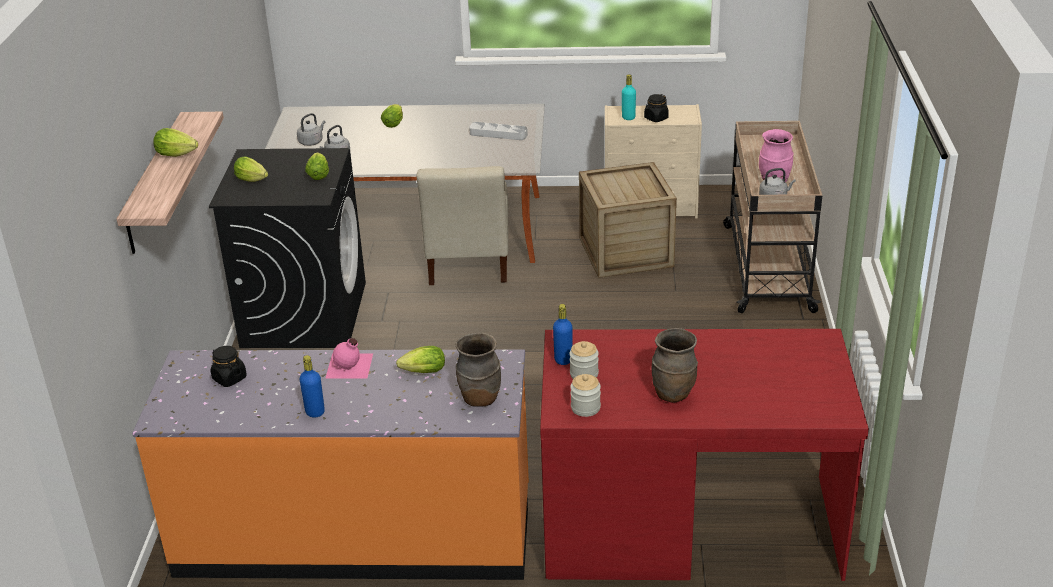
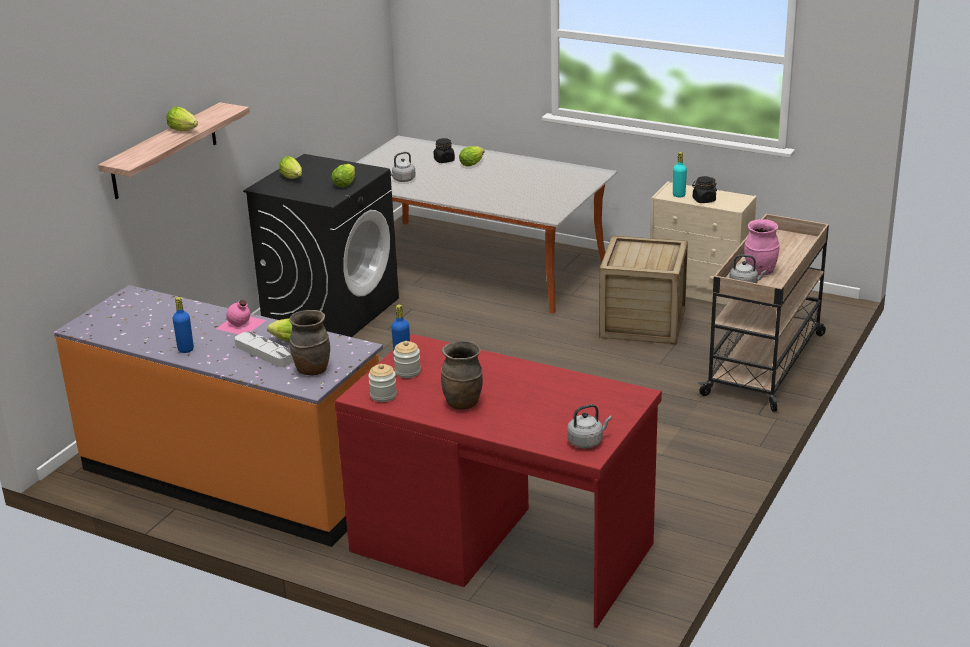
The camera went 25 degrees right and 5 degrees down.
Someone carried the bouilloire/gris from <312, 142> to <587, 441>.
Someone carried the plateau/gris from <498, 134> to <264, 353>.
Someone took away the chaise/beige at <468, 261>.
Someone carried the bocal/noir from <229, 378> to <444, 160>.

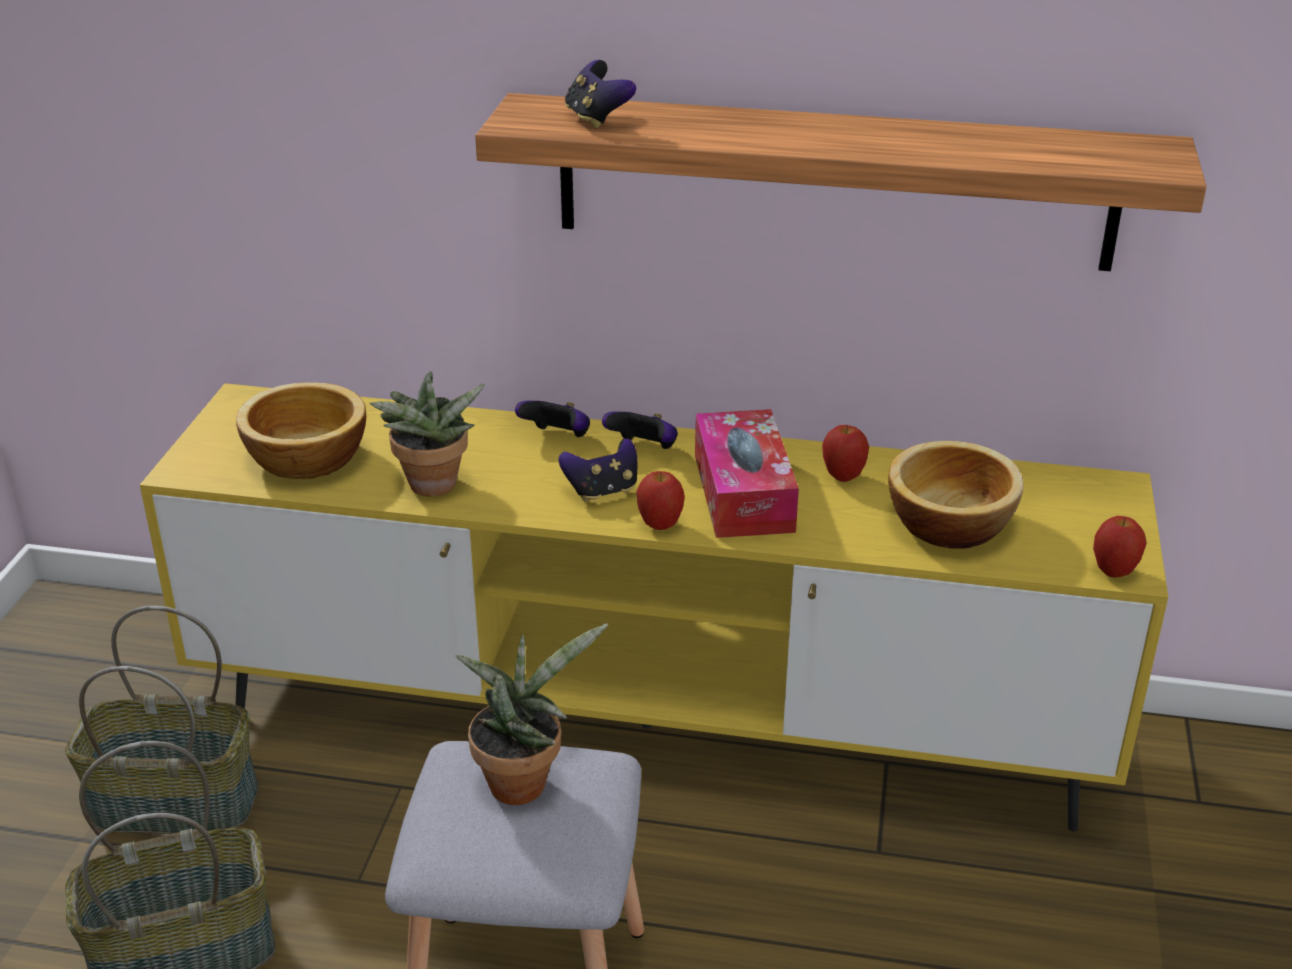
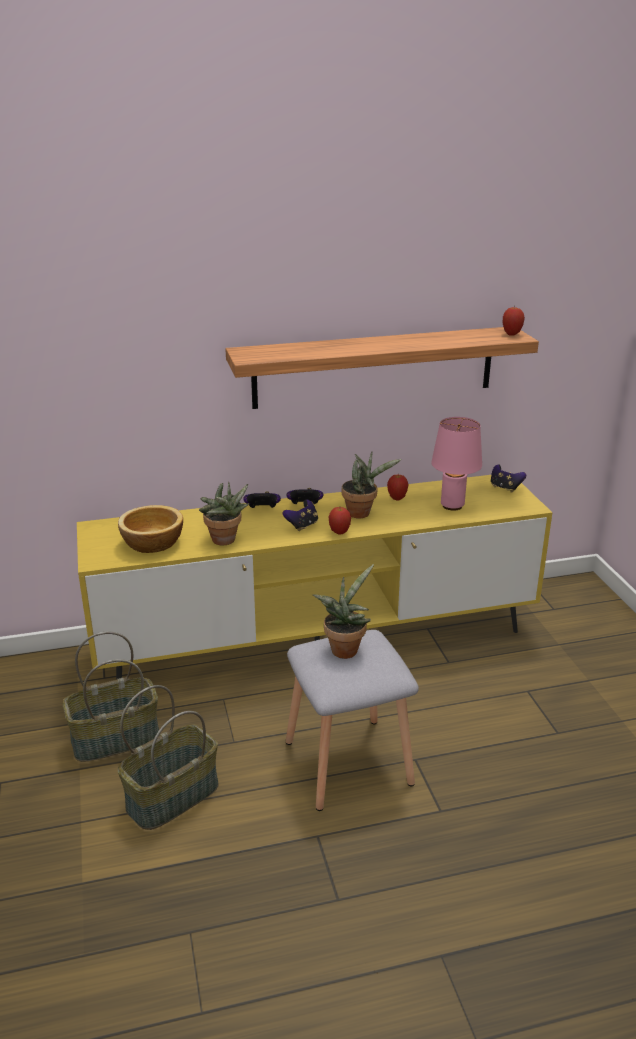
The camera went 25 degrees left and 5 degrees down.
Someone carried the manette from <597, 119> to <505, 488>.
Someone swapped the boîte à mouchoirs at <743, 492> for the plante en pot at <362, 513>.
Someone swapped the bol at <949, 522> for the lampe de table/rose at <452, 505>.
Someone carried the pomme from <1114, 572> to <511, 334>.

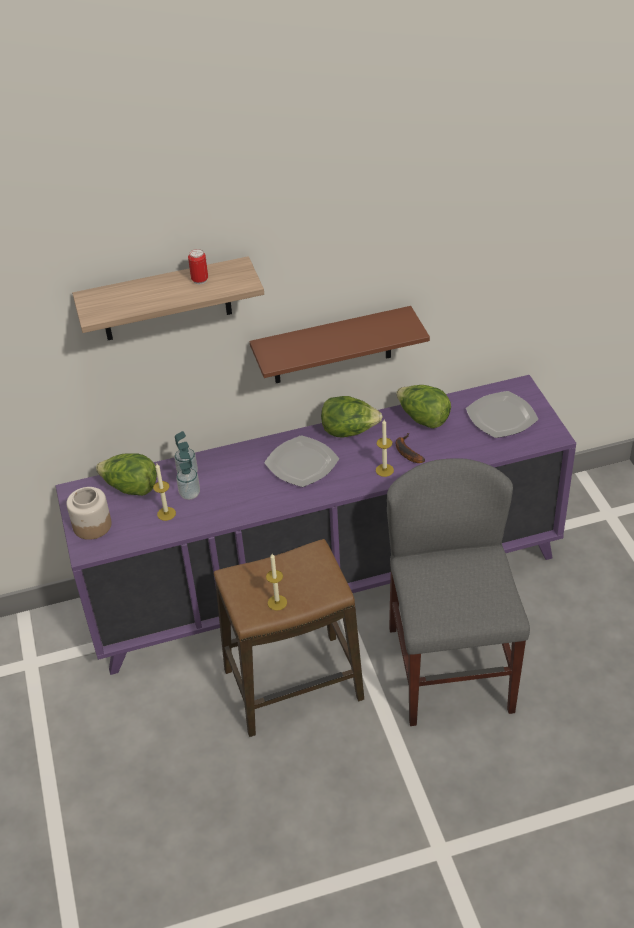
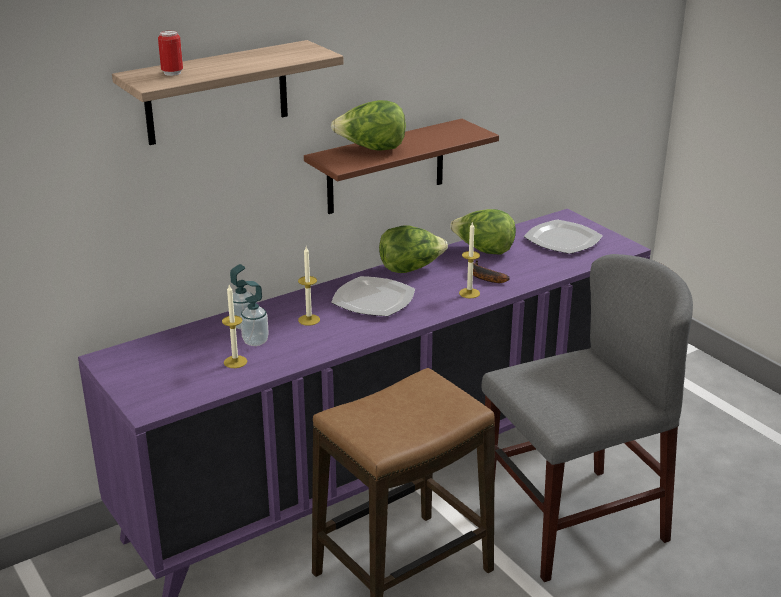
The camera went 20 degrees left and 15 degrees down.
Someone carried the boîte métallique from <200, 280> to <172, 73>.
Someone carried the laitue from <131, 488> to <371, 149>.
Someone rotated the chaise/gris at <450, 669> by 90 degrees clockwise.
Someone took away the bocal at <92, 525>.
Someone carried the bougie from <277, 602> to <309, 320>.

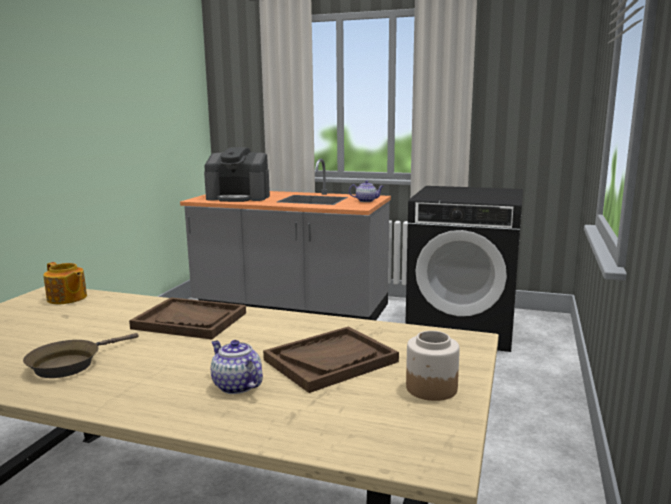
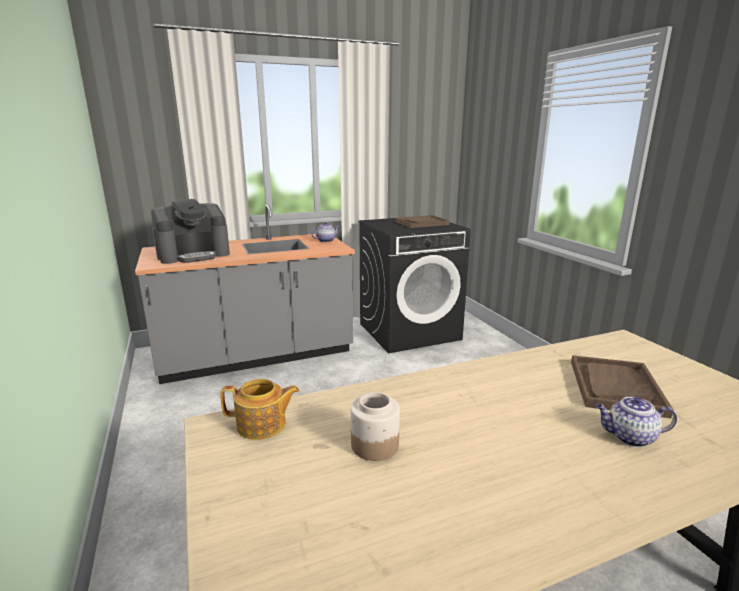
The camera went 40 degrees left and 5 degrees up.
Someone carried the plateau/marron from <190, 321> to <422, 223>.
Someone carried the bocal from <430, 388> to <374, 445>.
Someone took away the poêle/marron at <70, 364>.

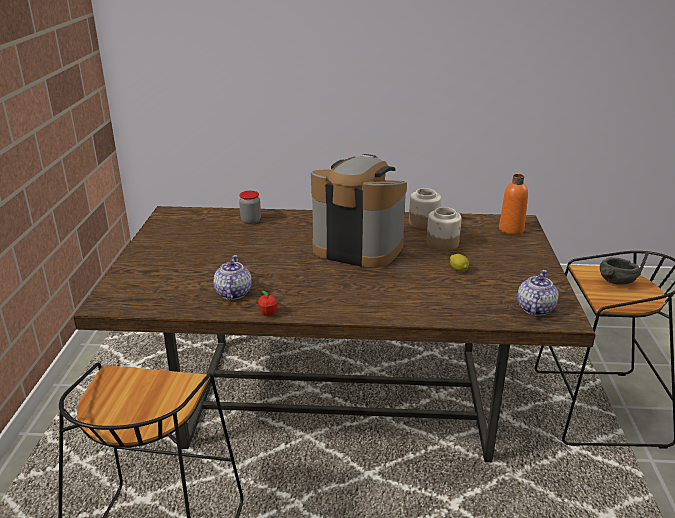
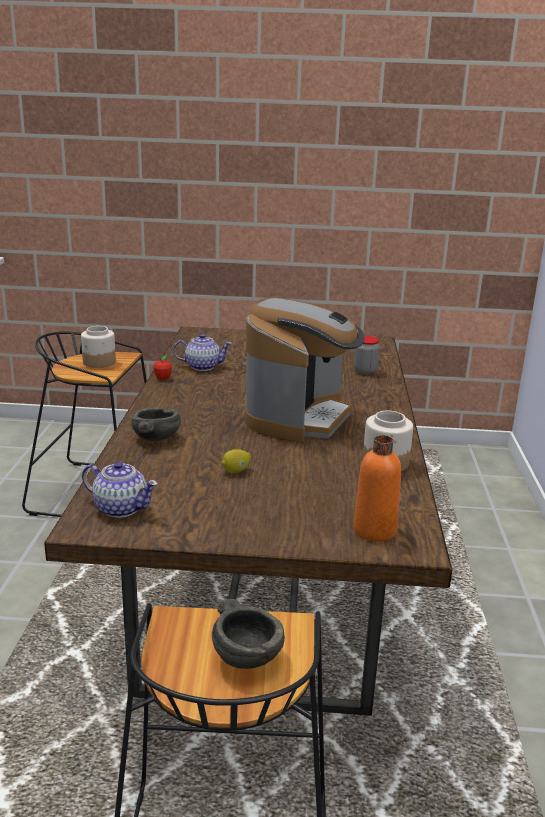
The camera went 90 degrees right and 5 degrees down.
Someone carried the bocal from <443, 243> to <99, 362>.
Someone put down the bol/gris at <155, 438>.

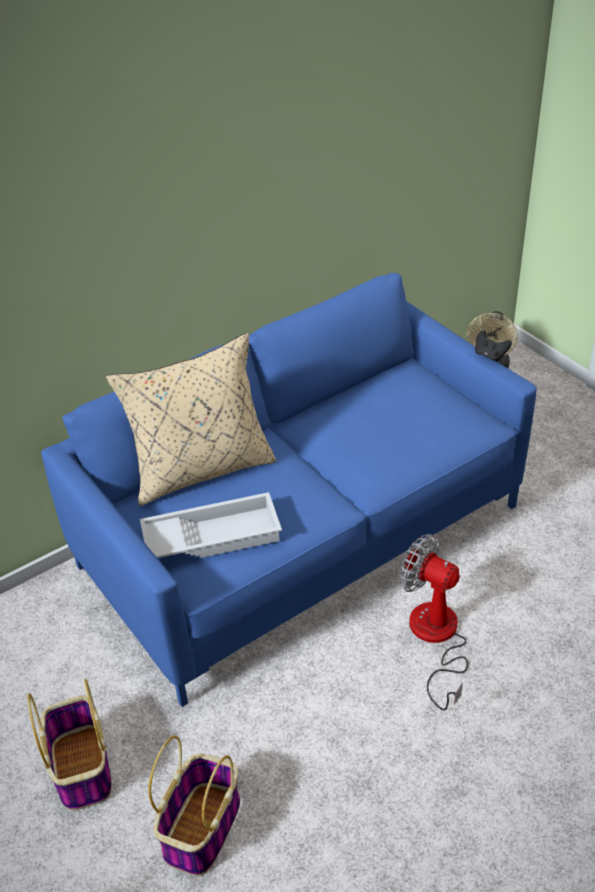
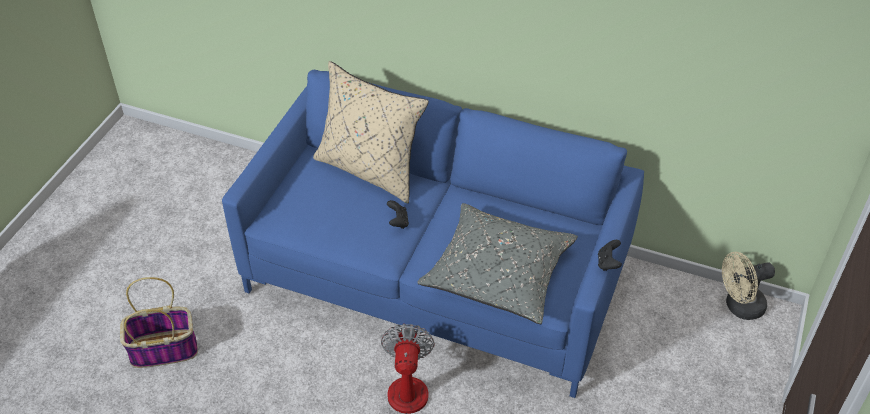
The camera went 55 degrees right and 5 degrees up.
Someone took away the plateau/blanc at <212, 535>.
Someone took away the panier at <81, 767>.
Someone put down the manette/noir at <398, 222>.
Someone put down the coussin/gris at <498, 274>.

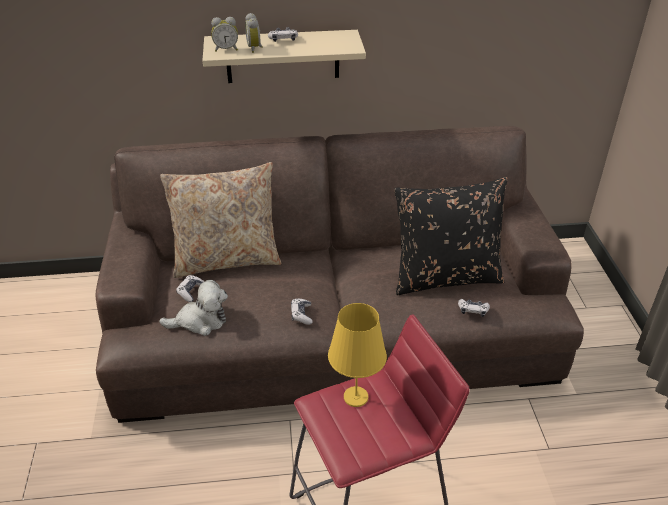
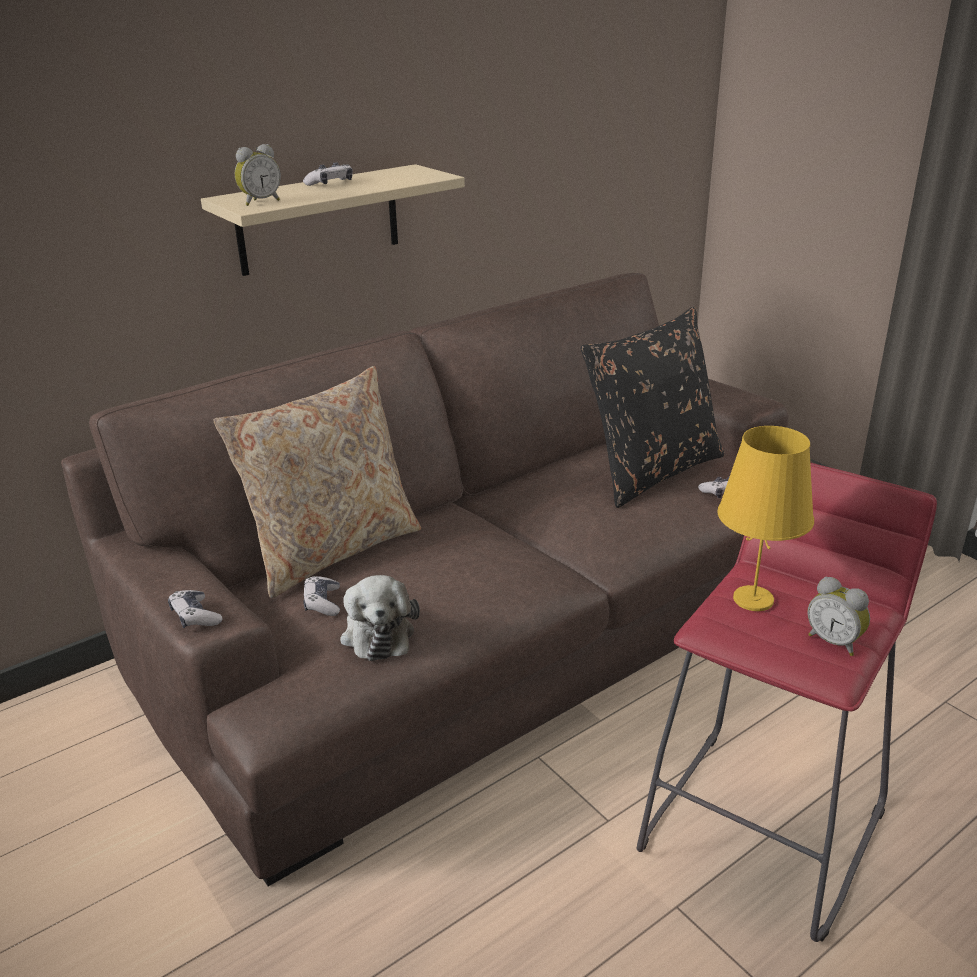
The camera went 30 degrees left and 10 degrees down.
Someone carried the réveil from <255, 48> to <834, 641>.
Someone rotated the peluche at <200, 321> by 120 degrees clockwise.
Someone carried the manette from <301, 315> to <195, 616>.

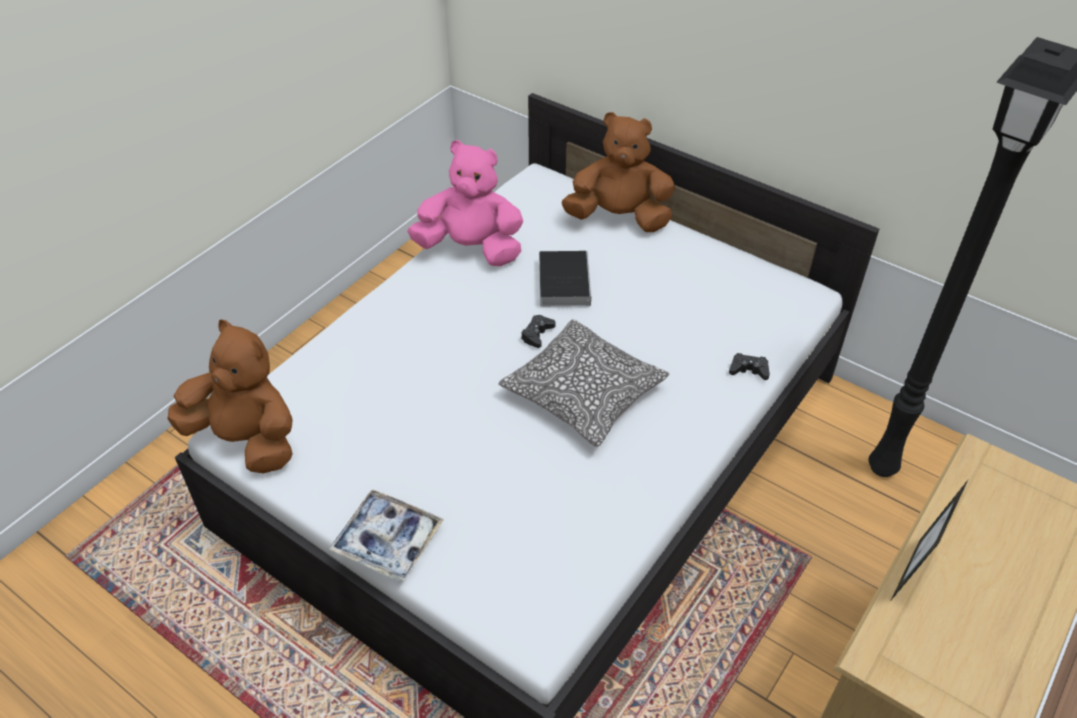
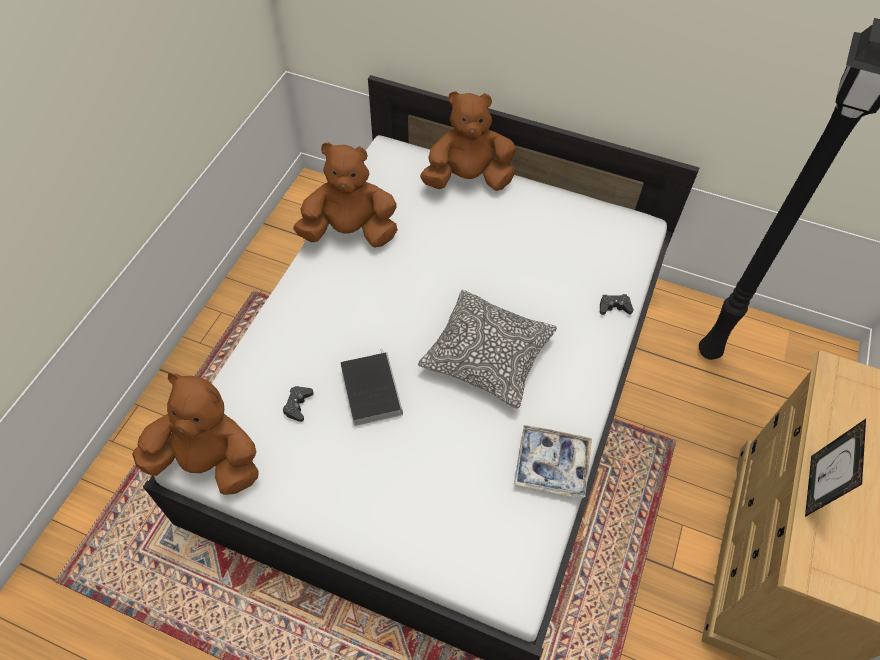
The camera went 15 degrees left and 10 degrees up.
Someone repainted the peluche/rose at <471, 249>, which became the peluche/marron at <350, 232>.
Someone carried the livre from <563, 281> to <370, 389>.
Someone carried the manette/noir from <537, 334> to <298, 405>.
Someone carried the plateau from <388, 540> to <551, 465>.

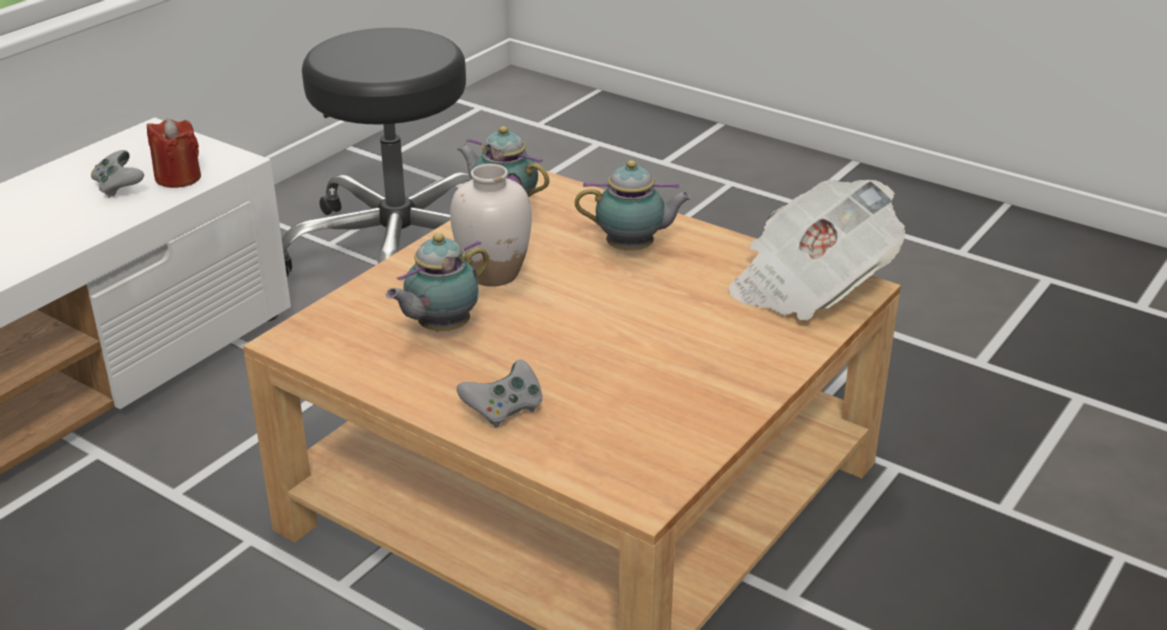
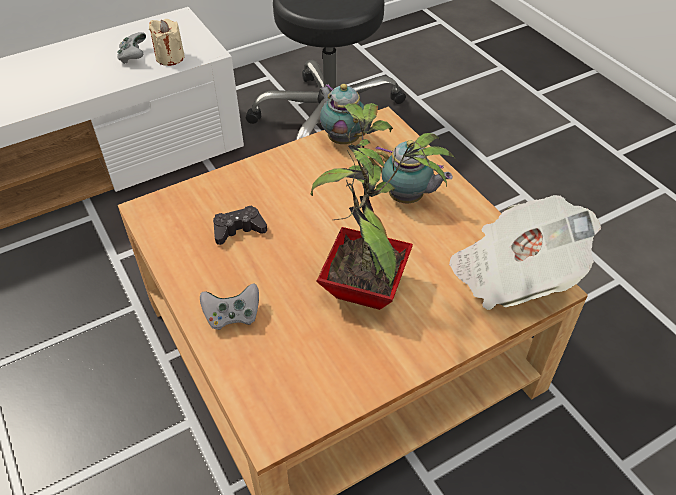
The camera went 25 degrees right and 15 degrees up.
Someone repainted the bougie/rouge at <178, 178>, which became the bougie/beige at <170, 58>.
Someone took away the vase/blanc at <493, 273>.
Someone swapped the théière at <440, 328> for the manette/noir at <238, 229>.
Someone put down the plante en pot at <369, 289>.

